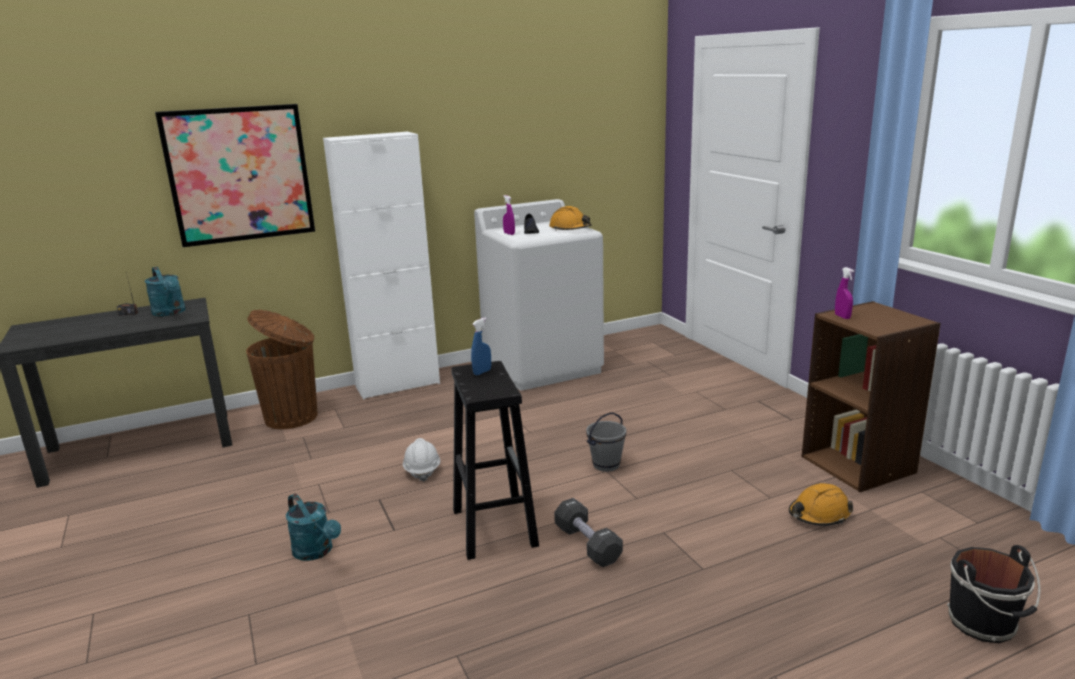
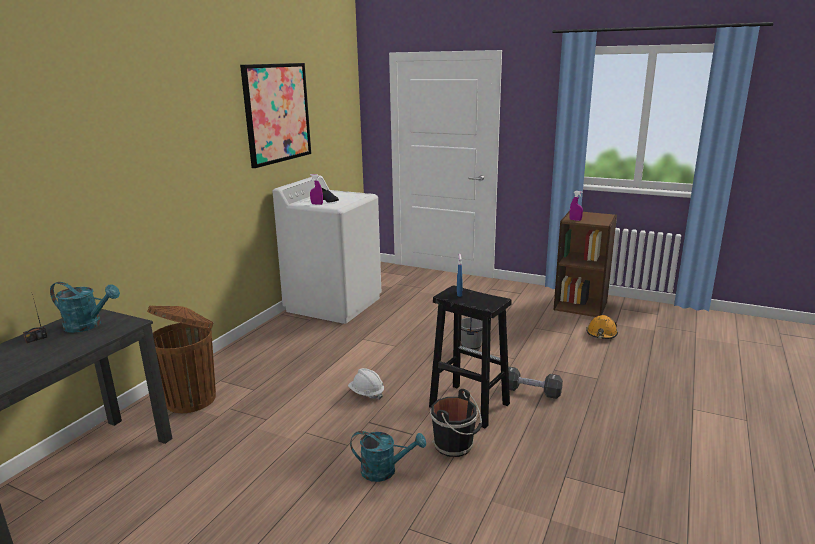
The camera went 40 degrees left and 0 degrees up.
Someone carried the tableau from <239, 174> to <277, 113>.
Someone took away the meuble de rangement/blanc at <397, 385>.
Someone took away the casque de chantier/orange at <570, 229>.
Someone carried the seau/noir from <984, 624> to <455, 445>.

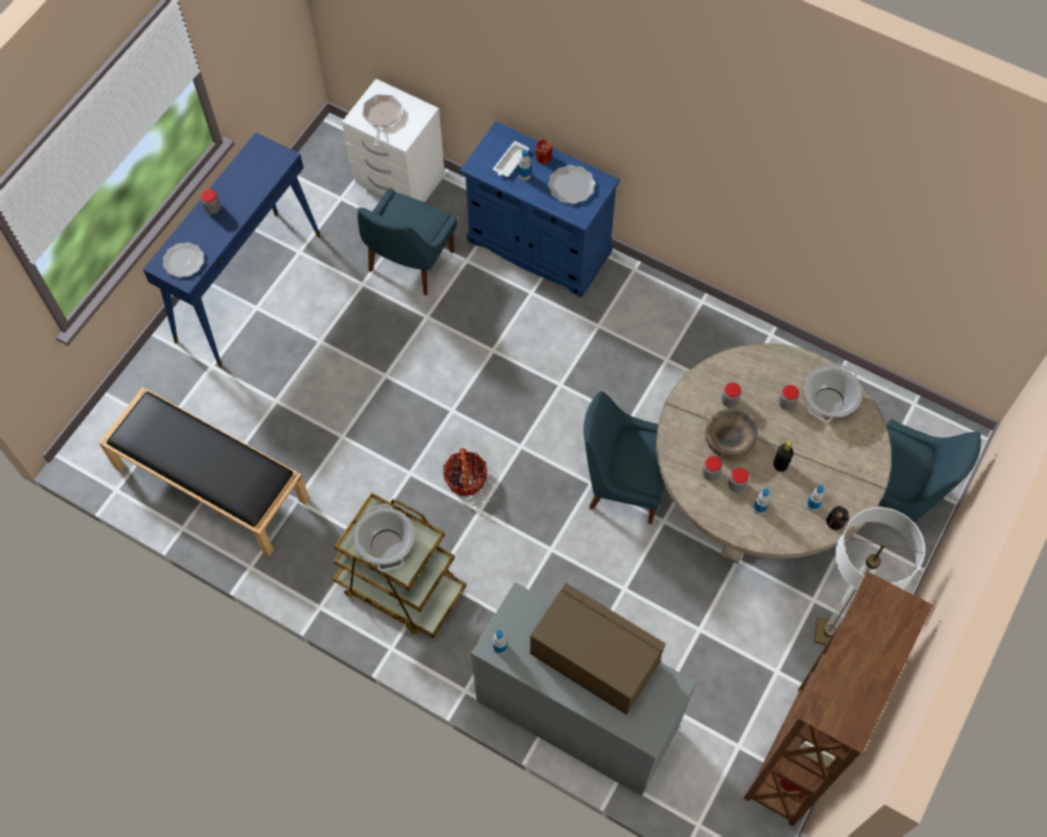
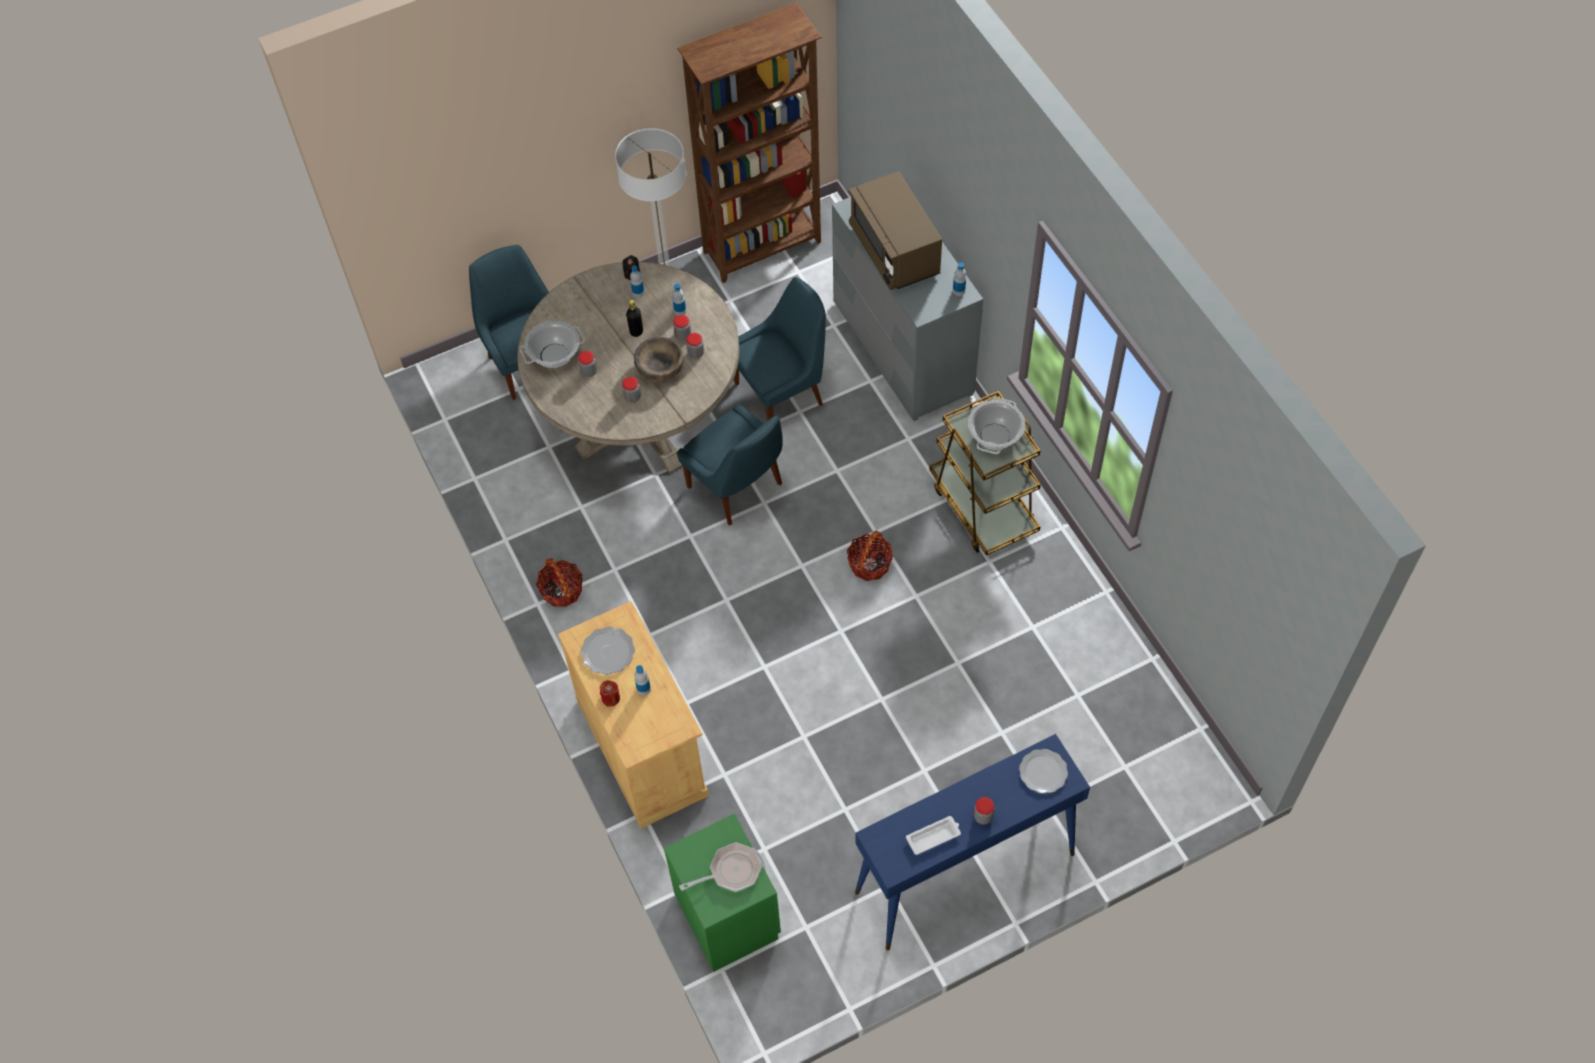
The camera went 145 degrees left and 5 degrees down.
Someone repainted the table de chevet/blanc at <398, 178>, which became the table de chevet/vert at <728, 915>.
Someone rotated the poêle at <382, 117> by 150 degrees counterclockwise.
Someone repainted the meuble de rangement/bleu at <539, 246>, which became the meuble de rangement/beige at <642, 747>.
Someone carried the plateau/blanc from <510, 162> to <934, 836>.
Someone carried the chaise/bleu from <409, 263> to <782, 392>.
Someone took away the banc/noir at <210, 483>.
Someone put down the panier at <561, 590>.

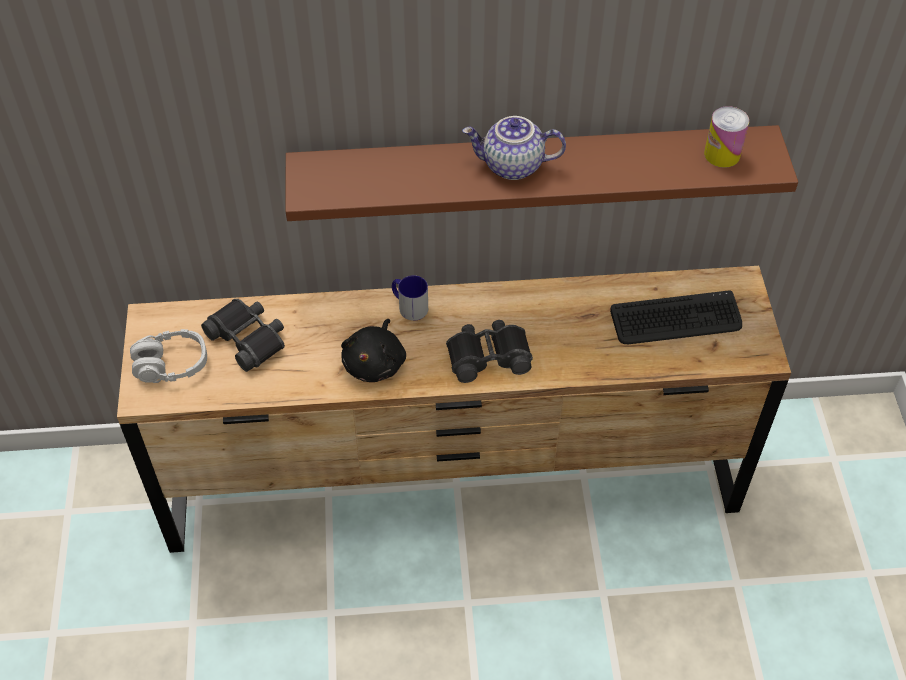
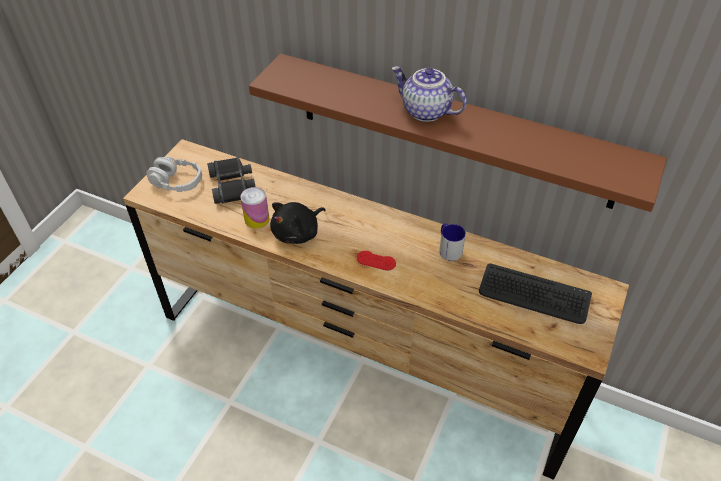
The camera went 30 degrees right and 5 degrees down.
Someone carried the boîte métallique from <722, 154> to <257, 219>.
Someone carried the mug from <409, 306> to <448, 248>.
Someone swapped the jumelles/noir at <488, 356> for the manette/rouge at <376, 260>.

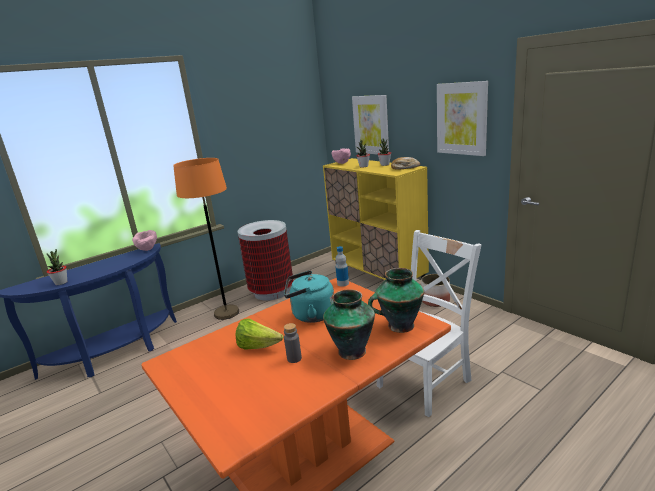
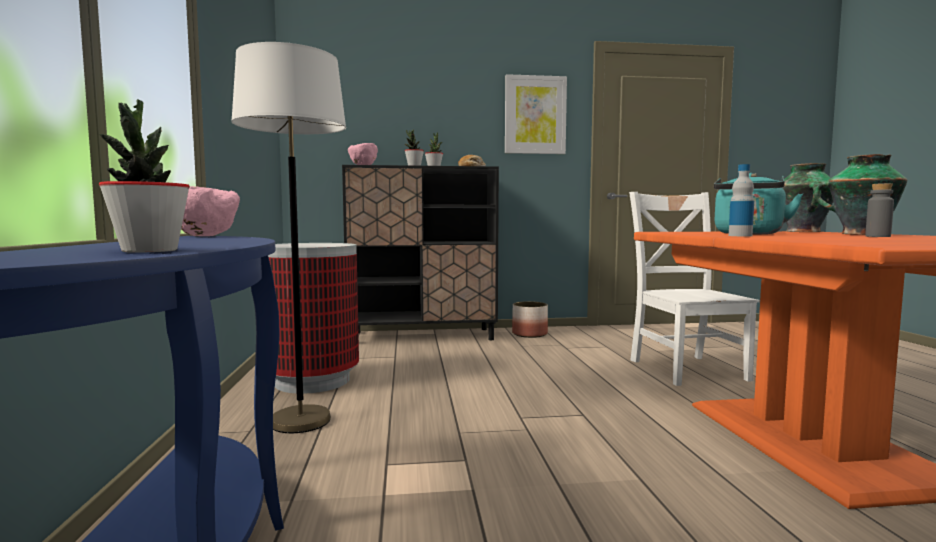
The camera went 60 degrees left and 15 degrees down.
Someone took away the tableau at <371, 125>.
Someone repainted the lampadaire/orange at <226, 313>, which became the lampadaire/blanc at <300, 421>.
Someone repainted the meuble de rangement/jaune at <378, 277>, which became the meuble de rangement/noir at <423, 336>.
Someone carried the bouteille from <343, 283> to <740, 236>.
Someone took away the laitue at <258, 347>.

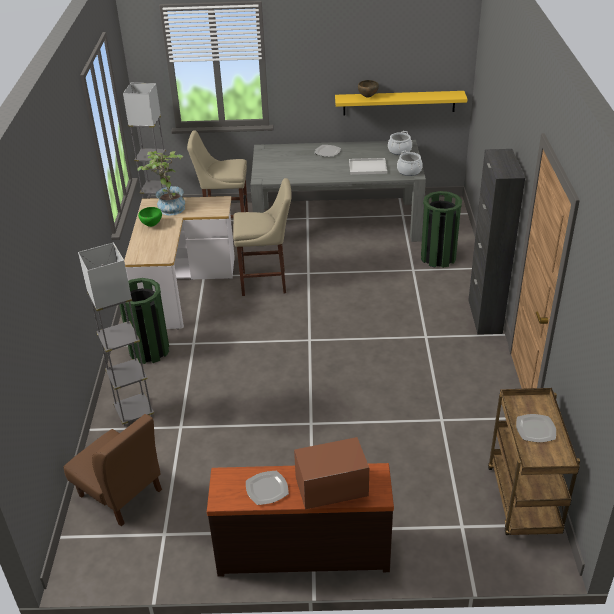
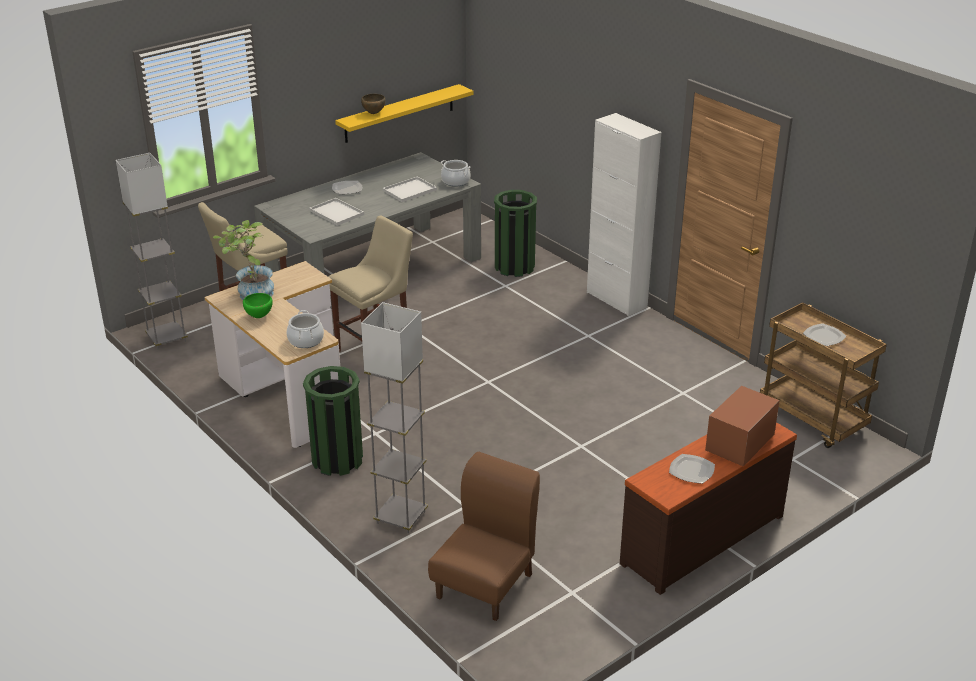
The camera went 40 degrees left and 5 degrees down.
Someone carried the marmite from <399, 150> to <306, 340>.
Someone repainted the meuble de rangement/noir at <485, 316>, which became the meuble de rangement/blanc at <616, 300>.
Someone rotated the chaise/marron at <120, 493> by 60 degrees counterclockwise.
Someone put down the plateau/blanc at <335, 212>.

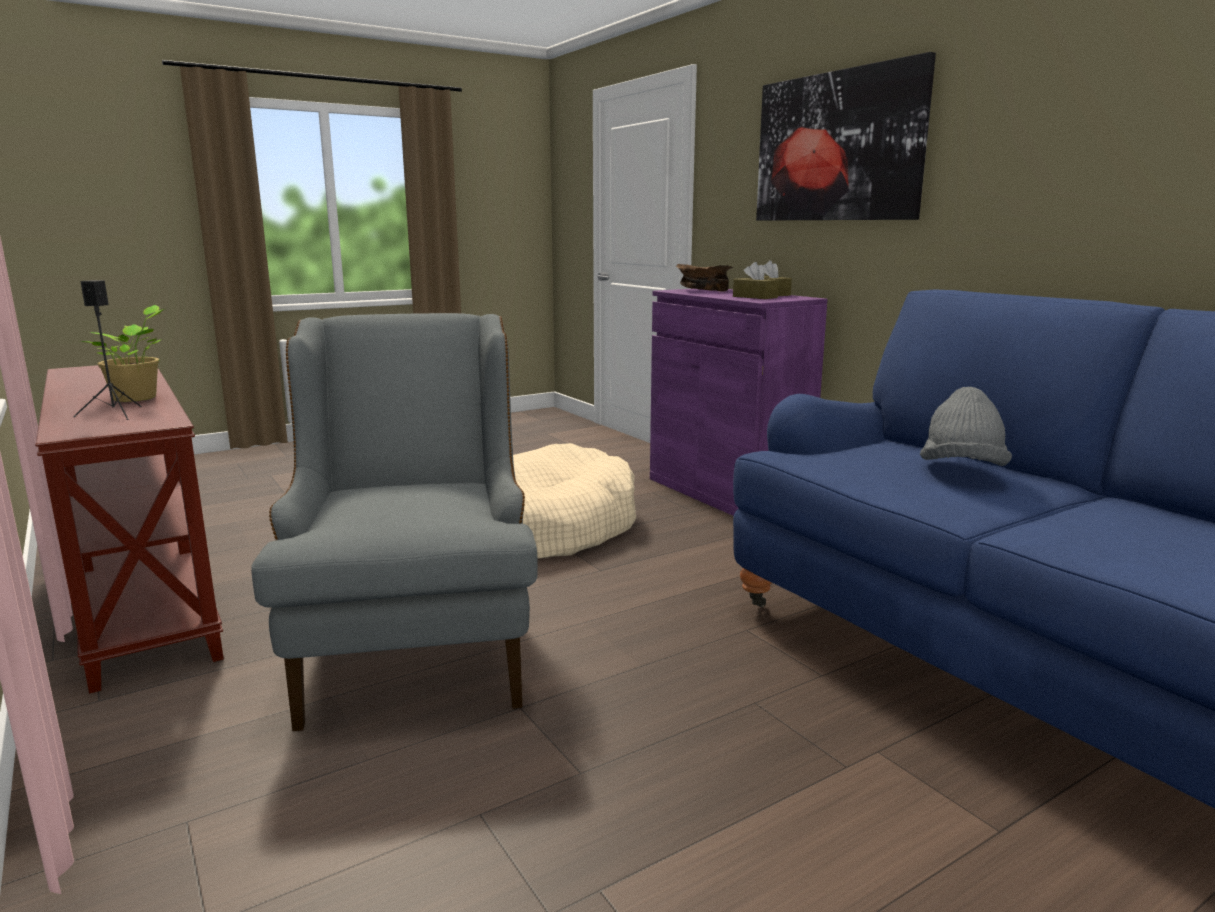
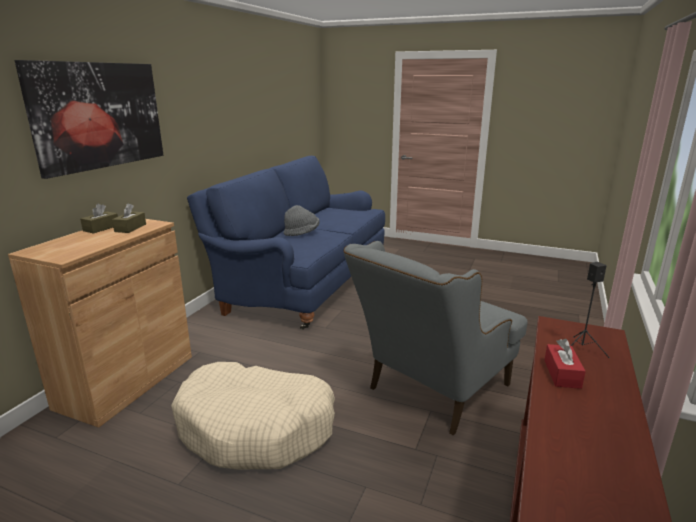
The camera went 125 degrees left and 5 degrees up.
Someone took away the bol/marron at <704, 290>.
Someone repainted the meuble de rangement/violet at <726, 492>, which became the meuble de rangement/marron at <127, 381>.
Someone swapped the plante en pot at <138, 398> for the boîte à mouchoirs/rouge at <562, 374>.

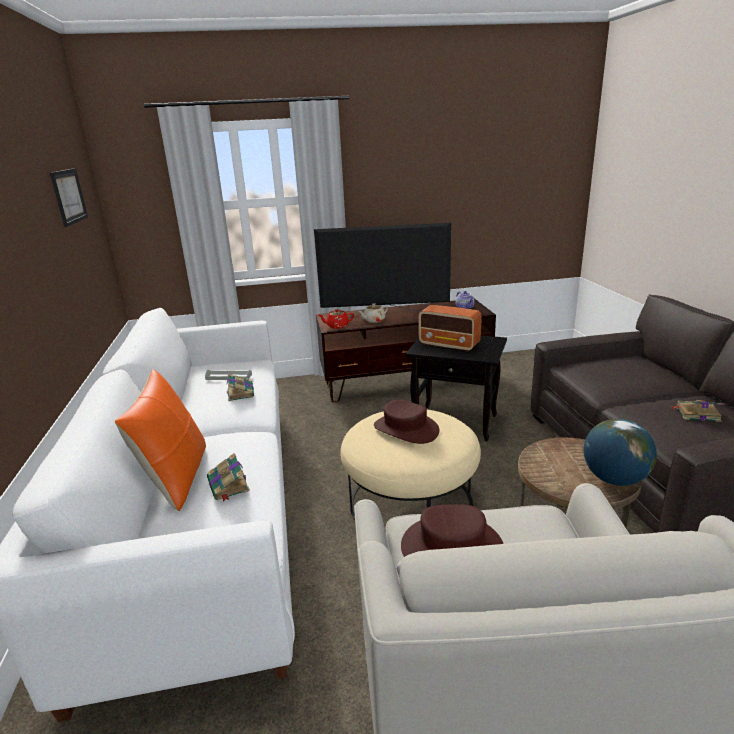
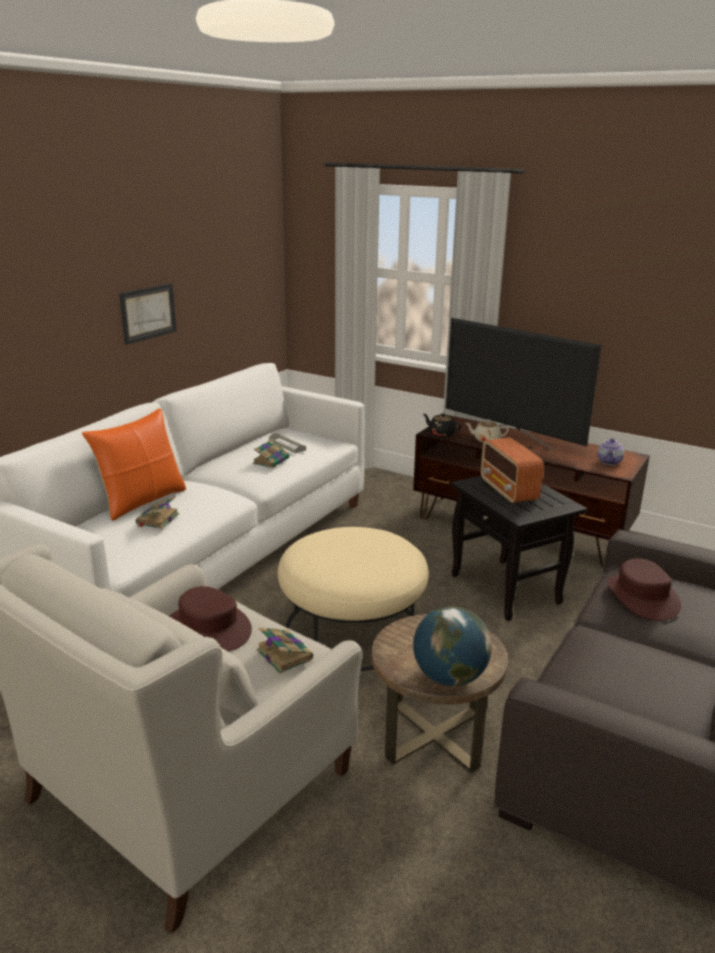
The camera went 40 degrees right and 0 degrees up.
Someone carried the tableau from <68, 196> to <148, 313>.
Someone repainted the théière/rouge at <337, 326>, which became the théière/noir at <441, 433>.
Someone carried the chapeau/marron from <405, 429> to <641, 597>.
Someone carried the livre from <696, 413> to <283, 654>.

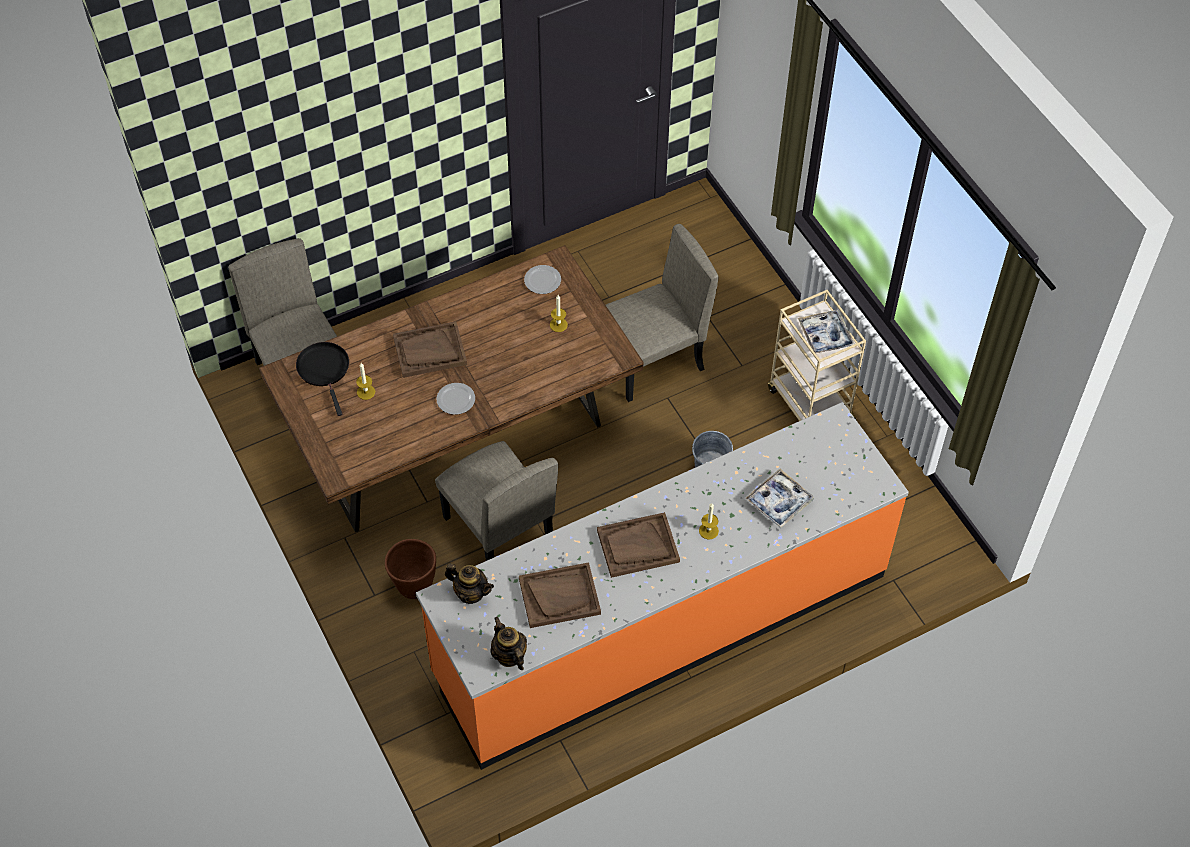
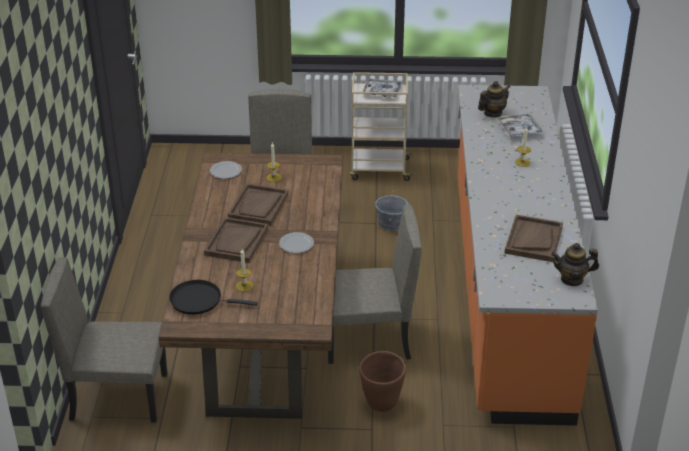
The camera went 60 degrees left and 20 degrees down.
Someone carried the plateau/marron from <637, 546> to <258, 206>.
Someone carried the théière from <471, 593> to <492, 113>.

